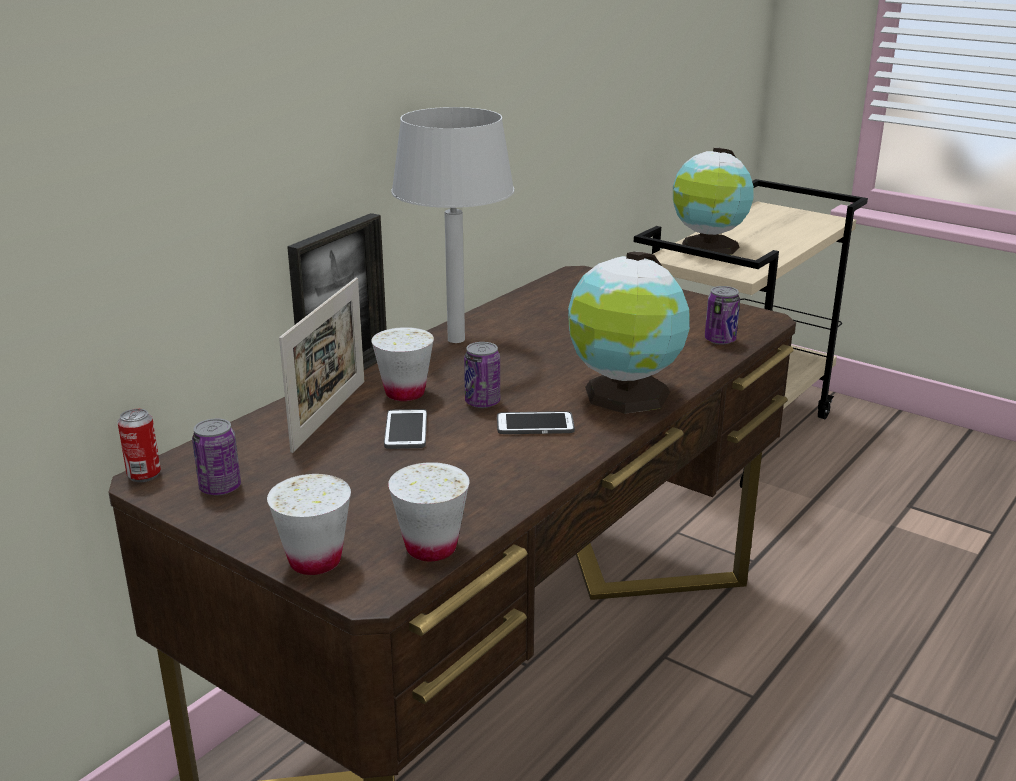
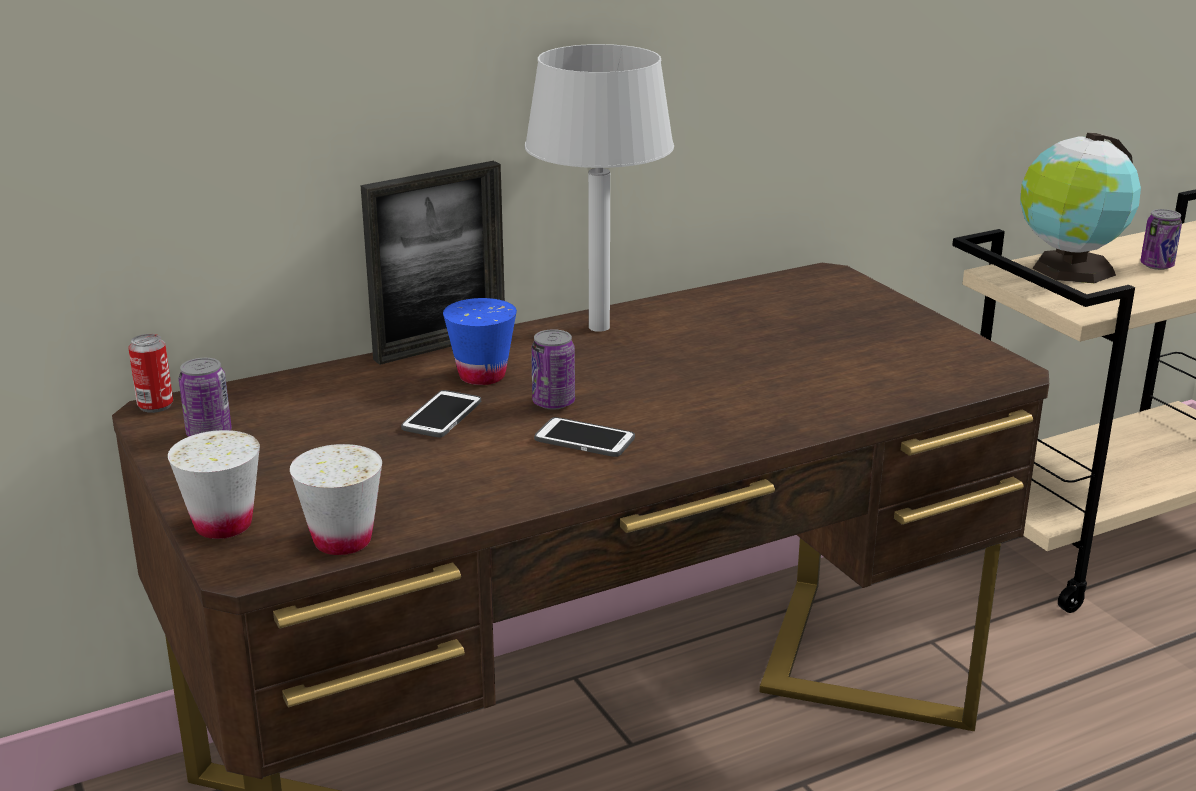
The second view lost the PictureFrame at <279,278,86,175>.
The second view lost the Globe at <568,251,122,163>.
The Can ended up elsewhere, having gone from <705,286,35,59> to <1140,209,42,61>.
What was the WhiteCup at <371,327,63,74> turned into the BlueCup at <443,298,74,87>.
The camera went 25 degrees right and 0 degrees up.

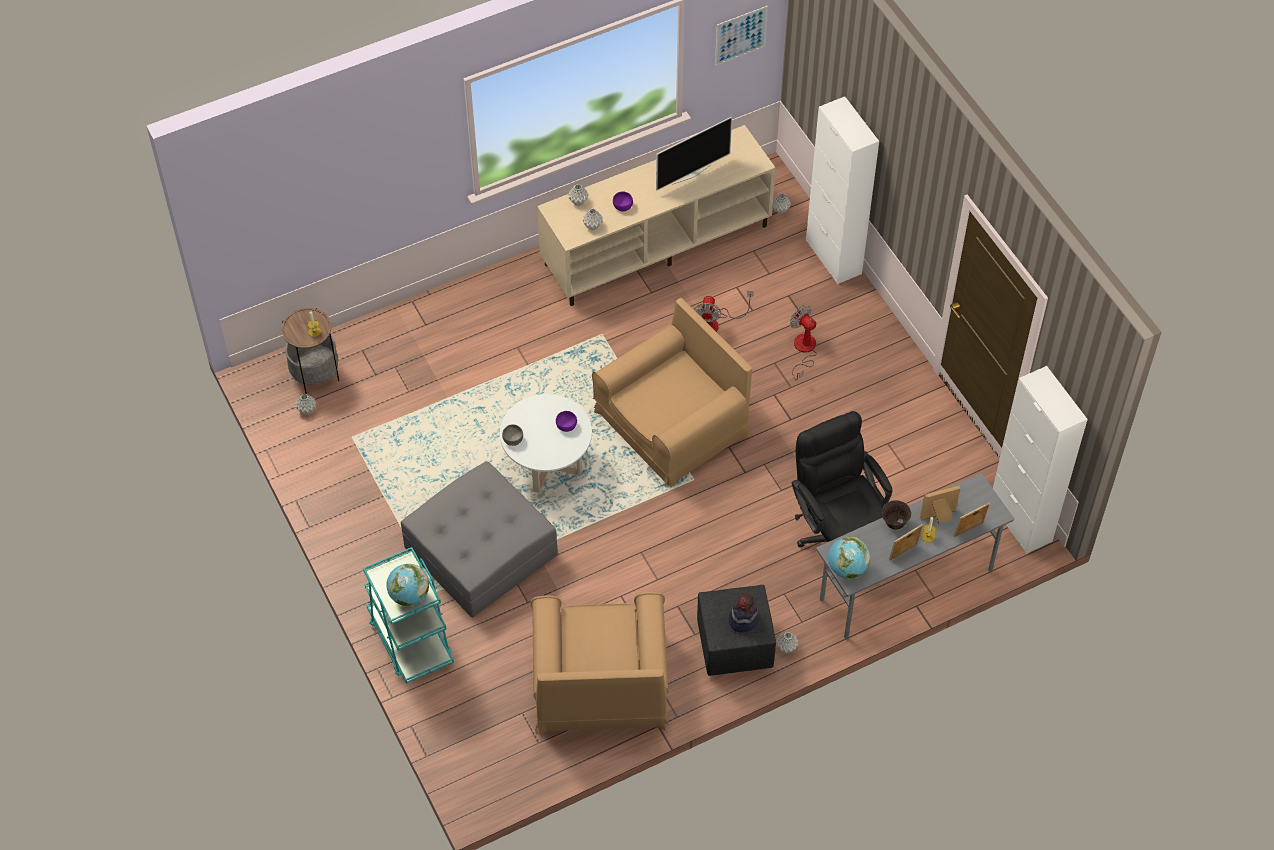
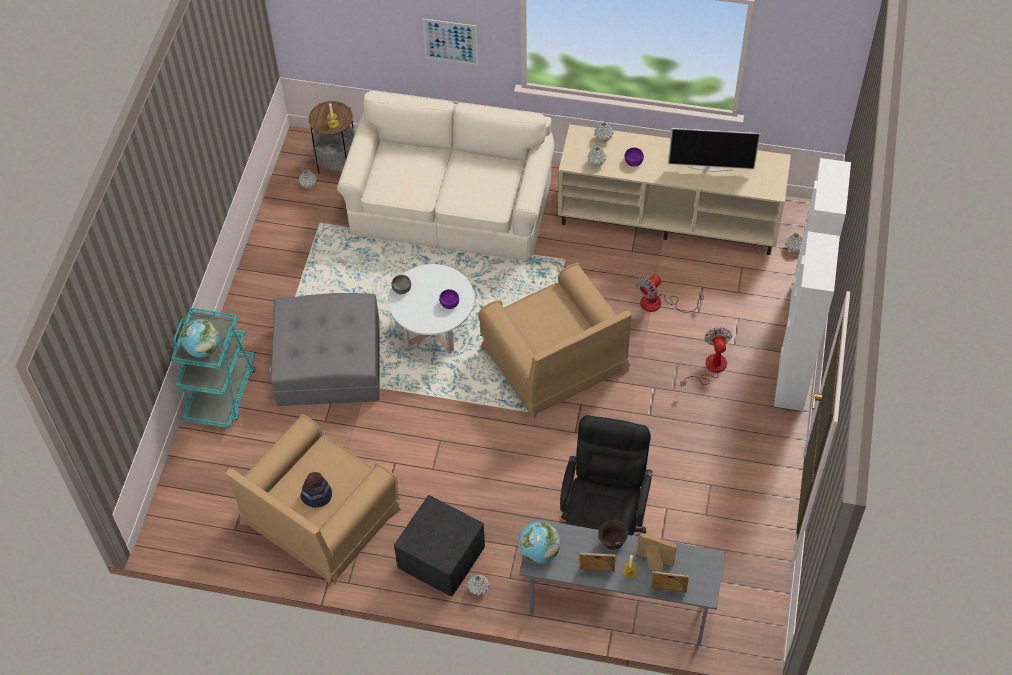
The second view gained the BeigeSofa at <337,91,217,170>.
The Picture ended up elsewhere, having gone from <715,6,53,60> to <422,19,56,46>.
The Hat ended up elsewhere, having gone from <729,593,30,39> to <300,472,32,36>.
The WhiteCabinet ended up elsewhere, having gone from <993,366,95,188> to <774,231,66,180>.
The BrownArmchair at <592,298,160,189> ended up facing another way, 60 degrees clockwise from before.
The camera went 40 degrees right and 0 degrees up.

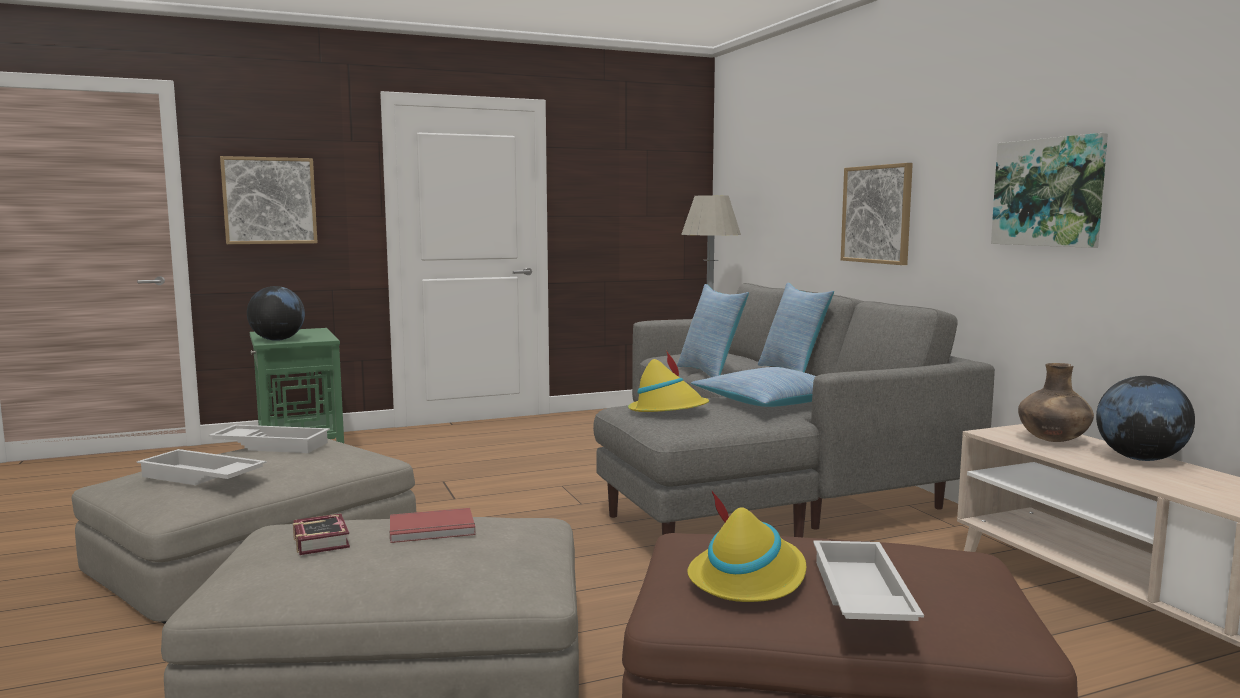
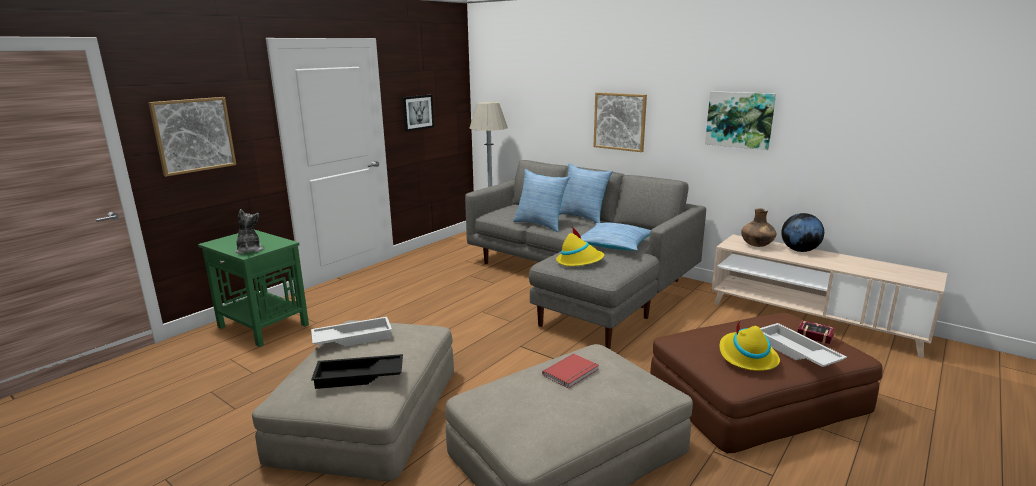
The second view gained the Picture at <402,95,32,37>.
The Book ended up elsewhere, having gone from <293,513,57,42> to <797,320,38,24>.
Where the Globe stood at <247,286,58,55>, the PlushToy came to stand at <235,209,29,45>.
What was the WhiteTray at <137,449,130,36> turned into the BlackTray at <311,354,92,35>.
The camera went 30 degrees left and 10 degrees up.

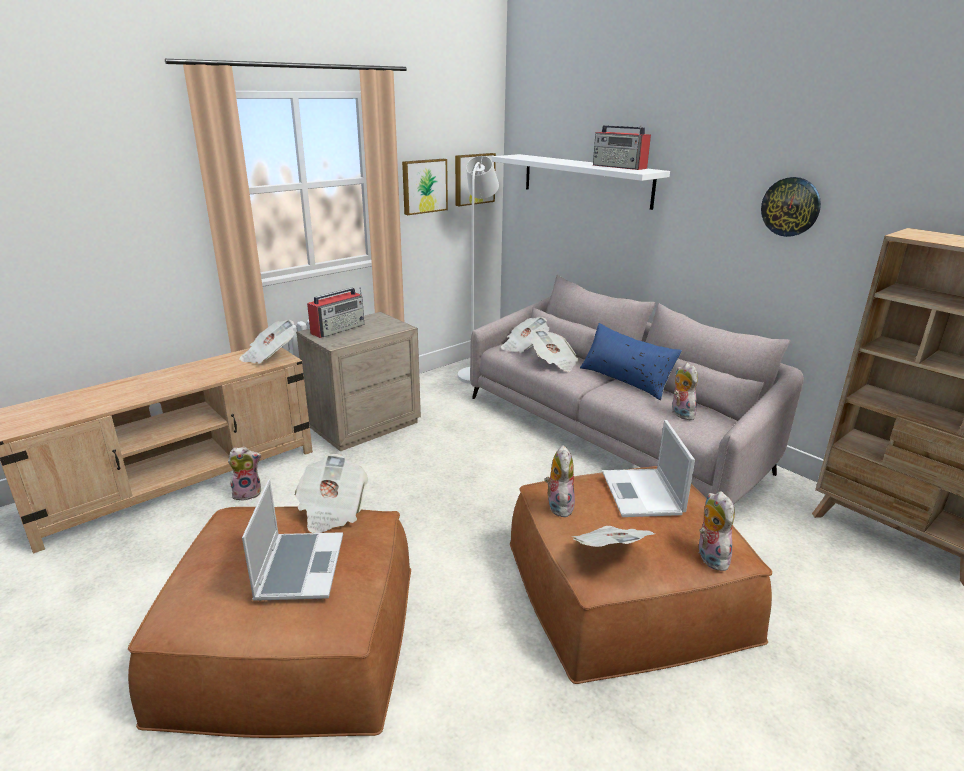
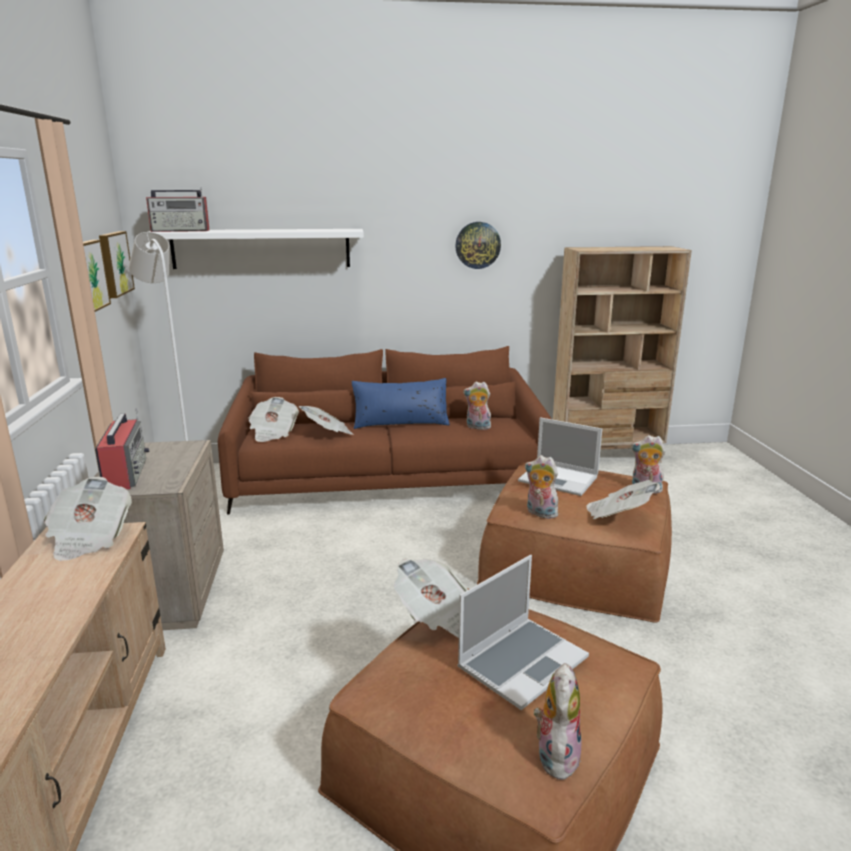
The PlushToy ended up elsewhere, having gone from <228,447,33,53> to <534,663,47,120>.
The Radio ended up elsewhere, having gone from <593,125,58,45> to <146,187,64,45>.
What was the GreySofa at <470,275,334,230> turned into the BrownSofa at <218,346,334,168>.
The Laptop at <242,479,101,122> ended up facing another way, 105 degrees clockwise from before.
The camera went 55 degrees left and 5 degrees down.

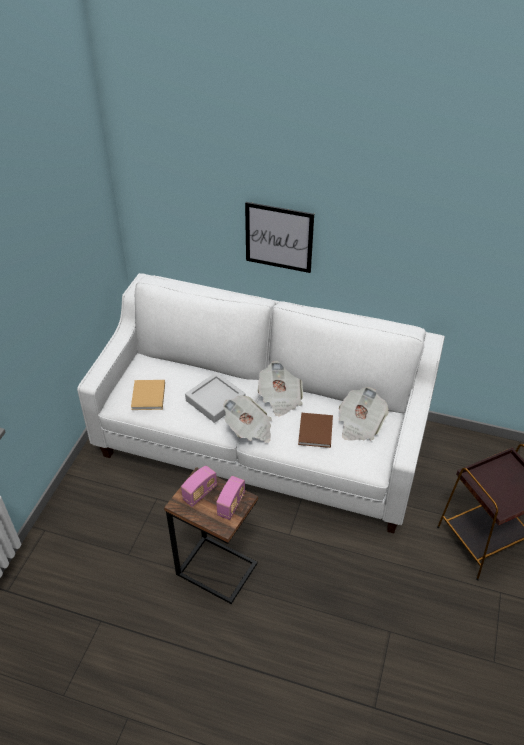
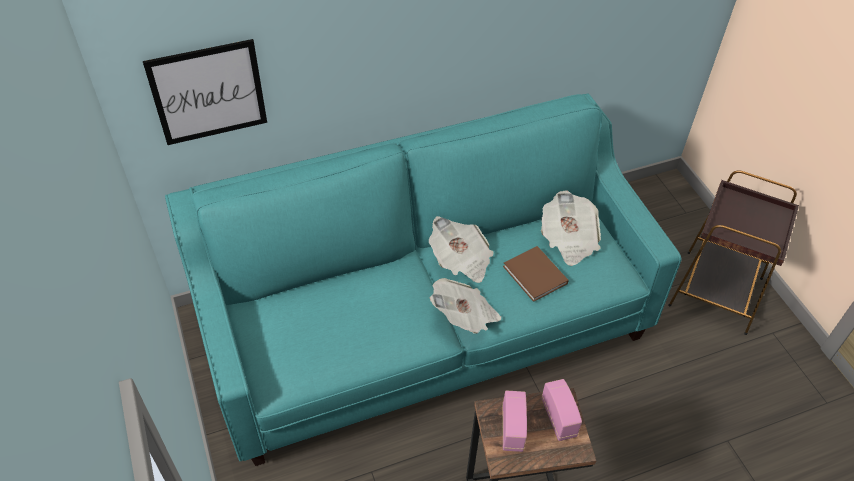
The second view lost the BeigeBook at <131,380,34,30>.
The second view lost the GreyTray at <185,372,61,51>.
The Picture ended up elsewhere, having gone from <245,202,69,71> to <143,39,124,106>.
What was the WhiteSofa at <77,273,368,260> turned into the TurquoiseSofa at <165,93,517,373>.
The camera went 40 degrees left and 5 degrees up.

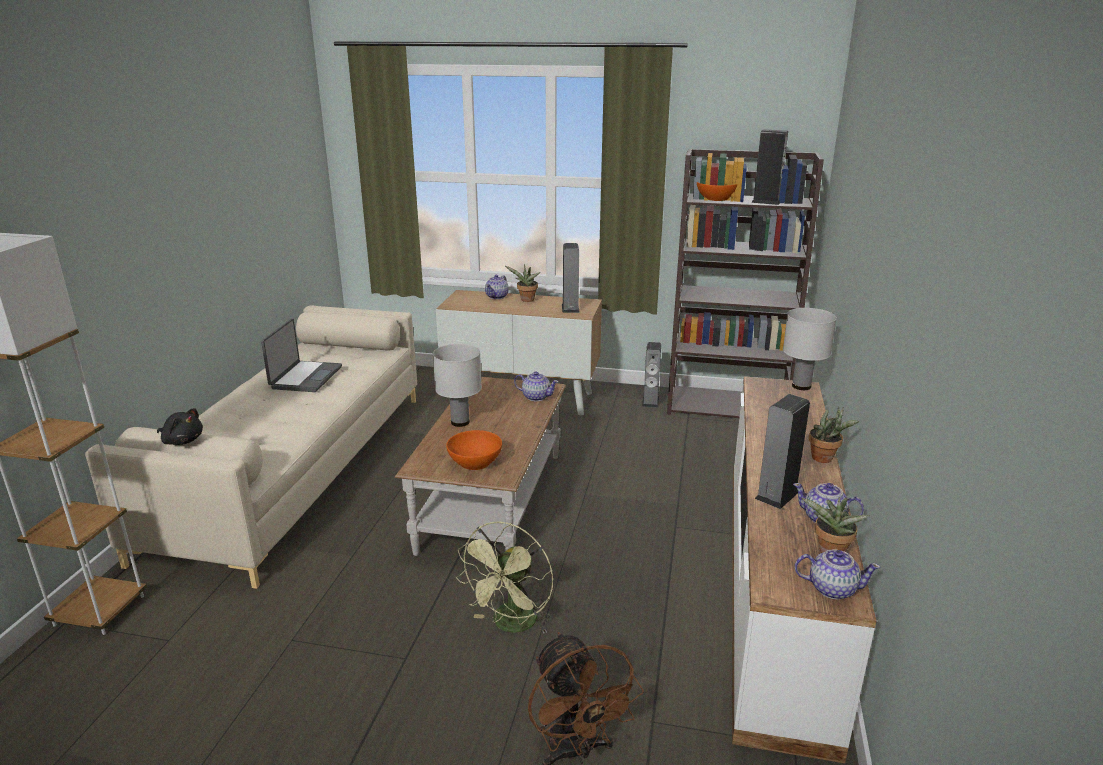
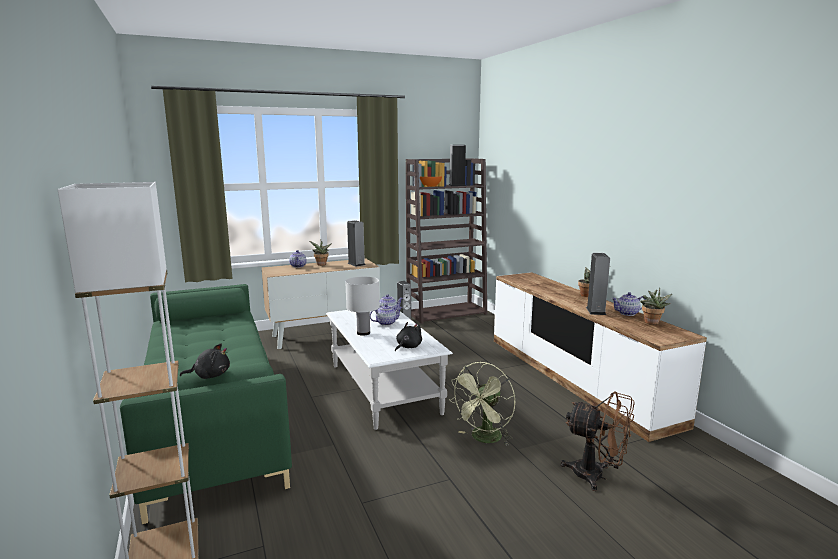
The second view lost the Laptop at <261,319,81,73>.
The second view lost the WhiteTableLamp at <783,308,54,82>.
The Teapot ended up elsewhere, having gone from <794,549,87,51> to <370,304,32,22>.
Where the OrangeBowl stood at <446,430,56,40>, the BlackPlushToy came to stand at <395,322,27,30>.
What was the BeigeSofa at <85,305,333,284> turned into the GreenSofa at <120,284,172,240>.
What was the BrownCoffeeTable at <395,377,171,179> turned into the WhiteCoffeeTable at <326,310,127,120>.
The GreenFan at <456,522,97,111> ended up facing another way, 45 degrees clockwise from before.
The camera went 35 degrees left and 10 degrees down.

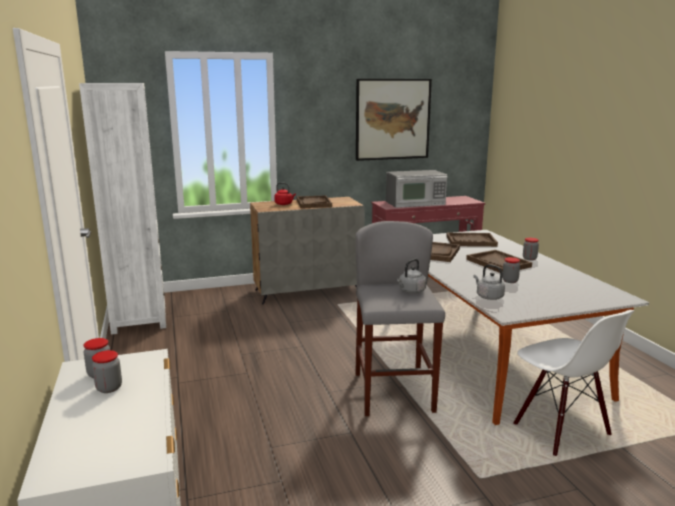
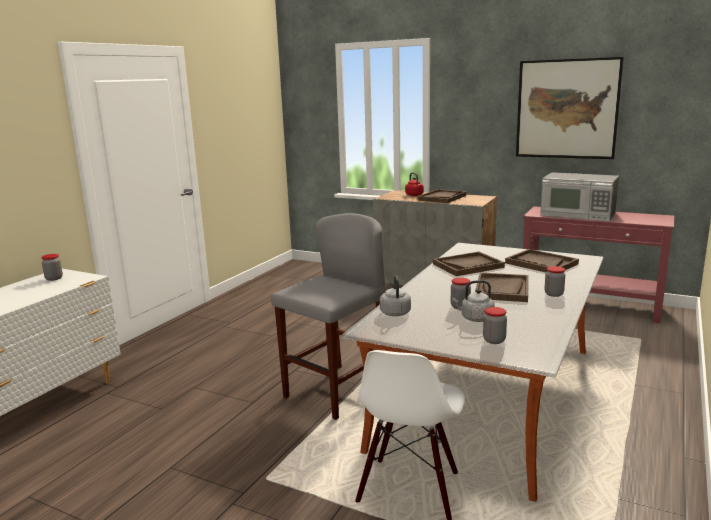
The second view lost the WhiteBookcase at <79,83,87,252>.
The Jar ended up elsewhere, having gone from <92,350,30,43> to <483,307,24,37>.
The GreyKettle ended up elsewhere, having gone from <397,259,29,35> to <452,280,43,42>.
The camera went 45 degrees right and 0 degrees up.

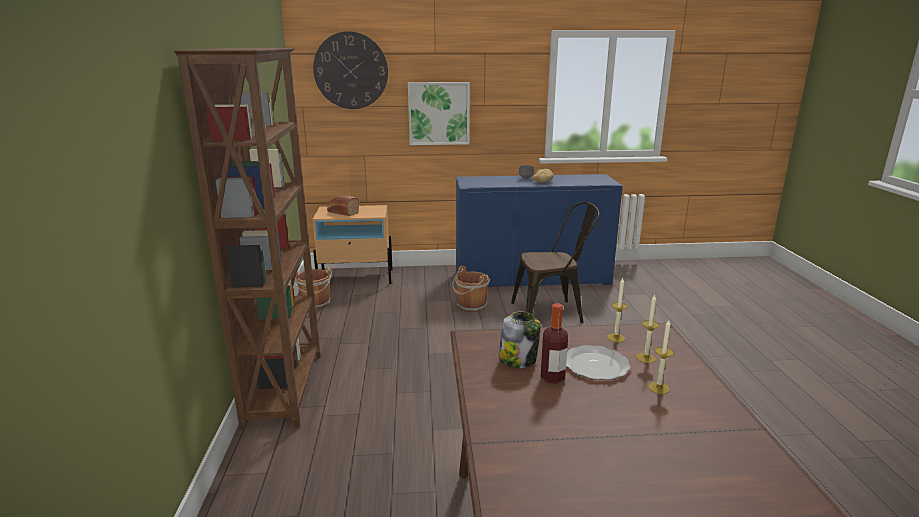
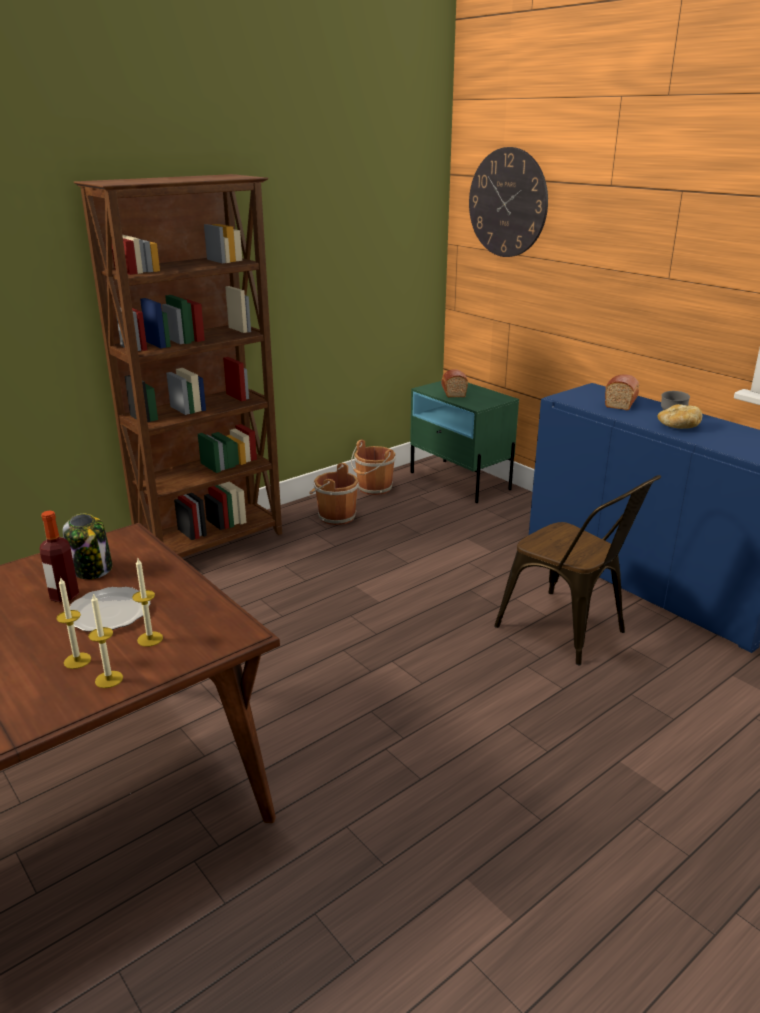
The second view lost the Picture at <408,82,62,63>.
The second view gained the Bread at <605,374,34,36>.
The BrownBucket ended up elsewhere, having gone from <452,266,38,46> to <309,463,50,62>.
The Candle ended up elsewhere, having gone from <607,278,21,64> to <88,594,35,94>.
What was the BeigeNightstand at <313,205,80,79> turned into the GreenNightstand at <410,381,109,122>.
The camera went 55 degrees right and 5 degrees up.

